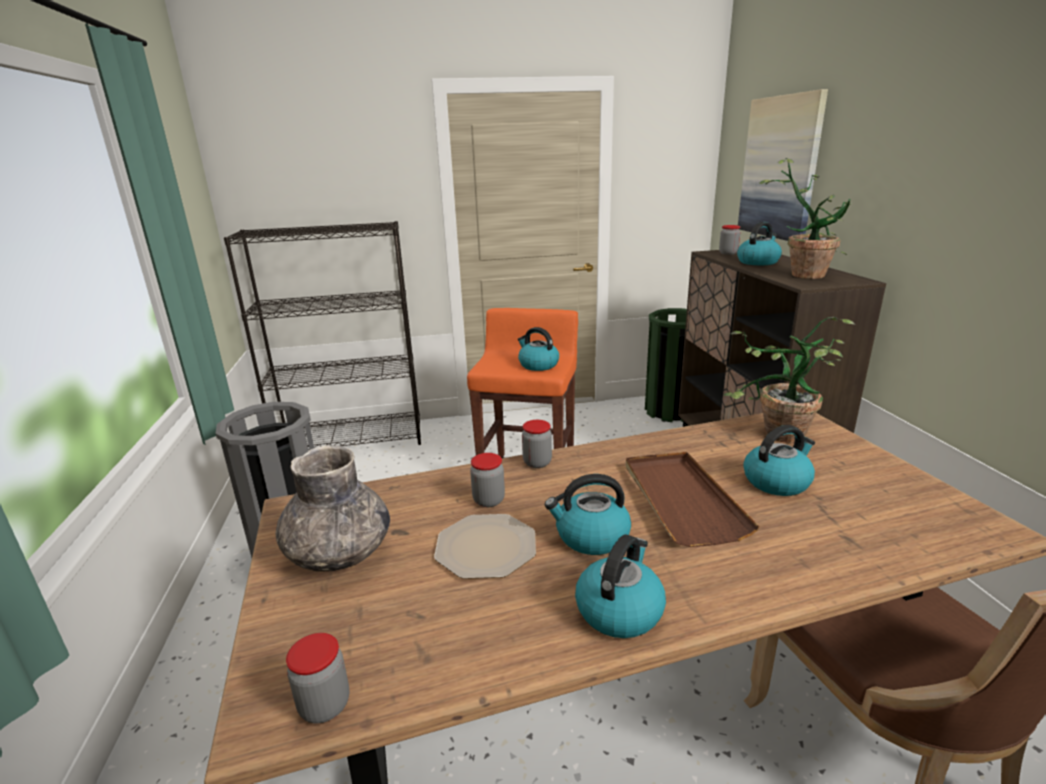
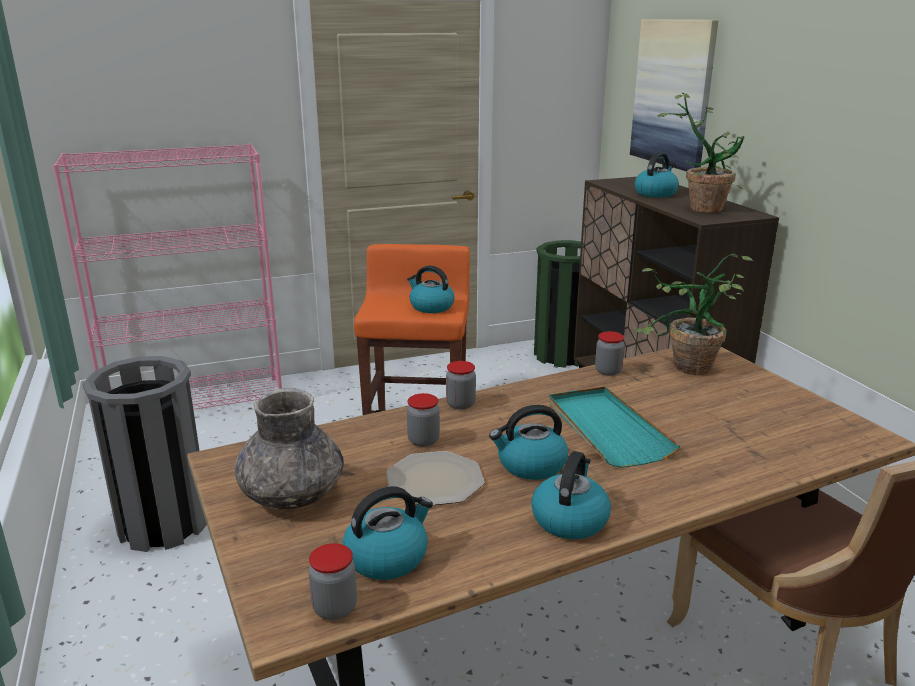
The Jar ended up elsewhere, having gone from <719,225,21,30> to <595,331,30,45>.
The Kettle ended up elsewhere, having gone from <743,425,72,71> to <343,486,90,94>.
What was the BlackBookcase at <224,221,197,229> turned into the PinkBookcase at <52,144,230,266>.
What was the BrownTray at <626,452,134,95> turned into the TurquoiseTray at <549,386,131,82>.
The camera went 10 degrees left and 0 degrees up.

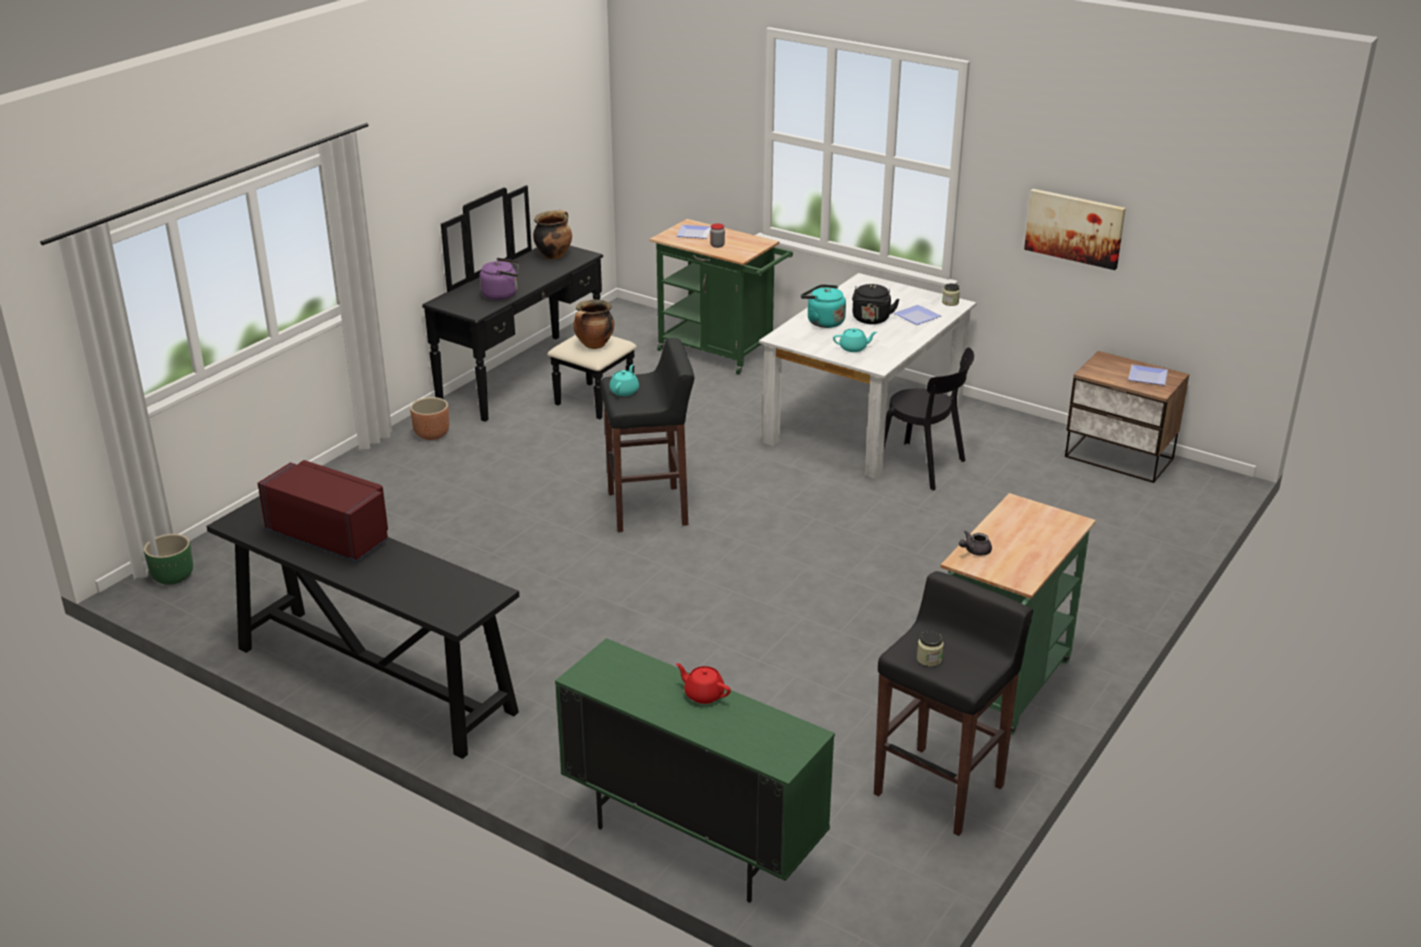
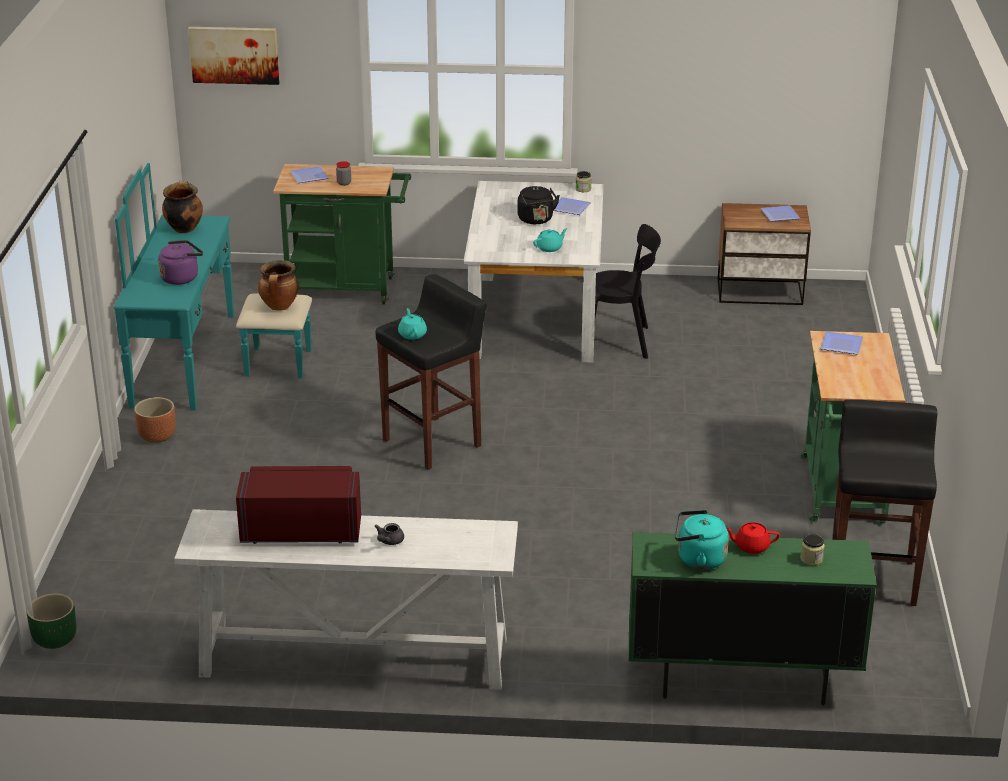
The second view gained the Plate at <820,331,43,24>.
The TurquoiseKettle ended up elsewhere, having gone from <801,284,45,44> to <675,510,54,60>.
The Jar ended up elsewhere, having gone from <917,631,27,35> to <800,534,25,31>.
The GreyTeapot ended up elsewhere, having gone from <959,530,33,26> to <374,523,30,22>.
The Picture ended up elsewhere, having gone from <1024,189,102,81> to <188,27,92,58>.
What was the BlackConsoleTable at <207,496,313,263> turned into the WhiteConsoleTable at <174,509,344,181>.
What was the BlackDresser at <422,185,215,237> turned into the TurquoiseDresser at <114,163,198,248>.
The camera went 30 degrees left and 0 degrees up.

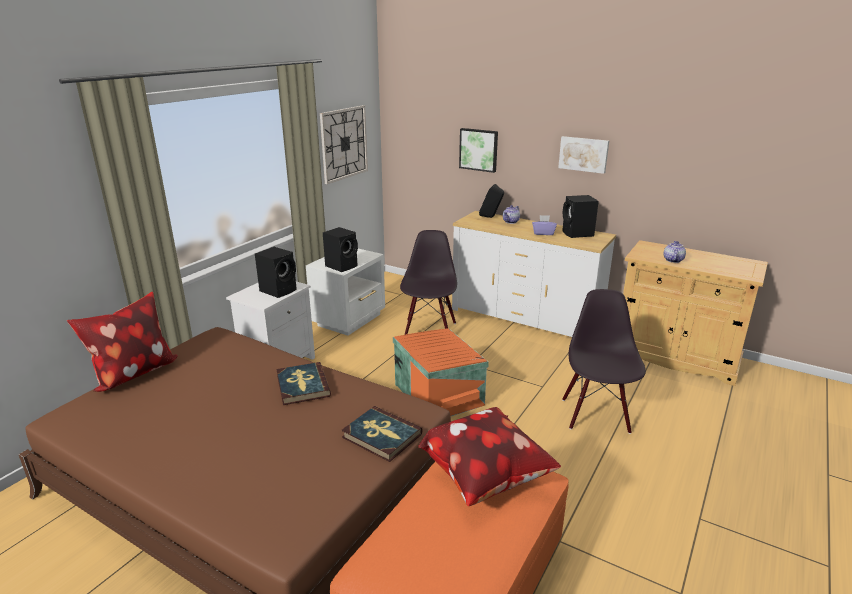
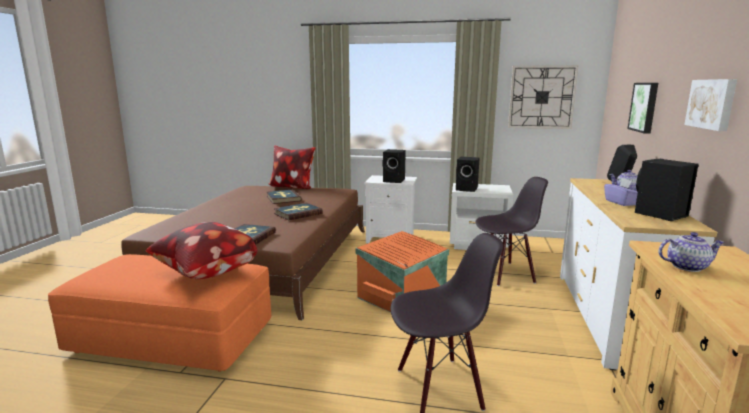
The second view gained the Book at <267,189,35,15>.
The camera went 70 degrees right and 10 degrees down.

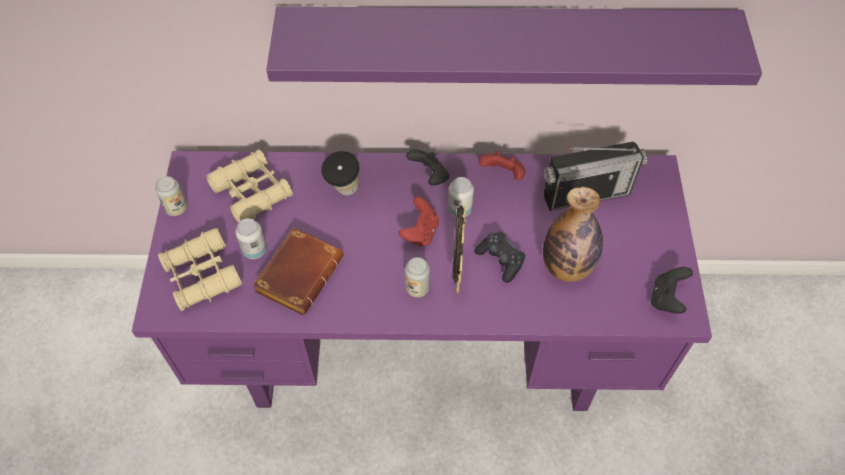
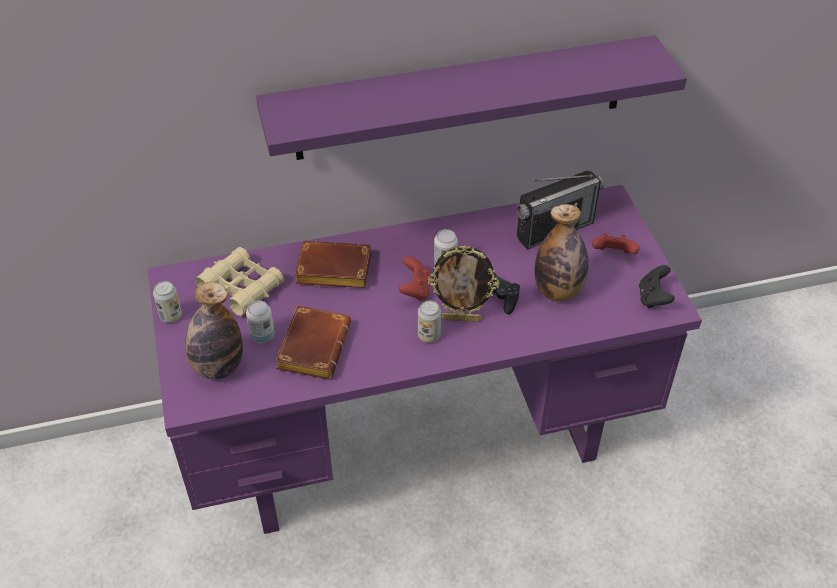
The second view lost the BlackGameController at <406,149,43,37>.
The RedGameController ended up elsewhere, having gone from <479,151,47,29> to <592,233,48,21>.
Where the BeigeBinoculars stood at <158,228,84,83>, the Bottle came to stand at <185,282,58,98>.
Where the Cup stood at <321,151,38,45>, the BrownBook came to stand at <295,241,76,47>.
The PictureFrame at <452,204,14,90> ended up facing another way, 105 degrees clockwise from before.
The camera went 15 degrees left and 10 degrees down.

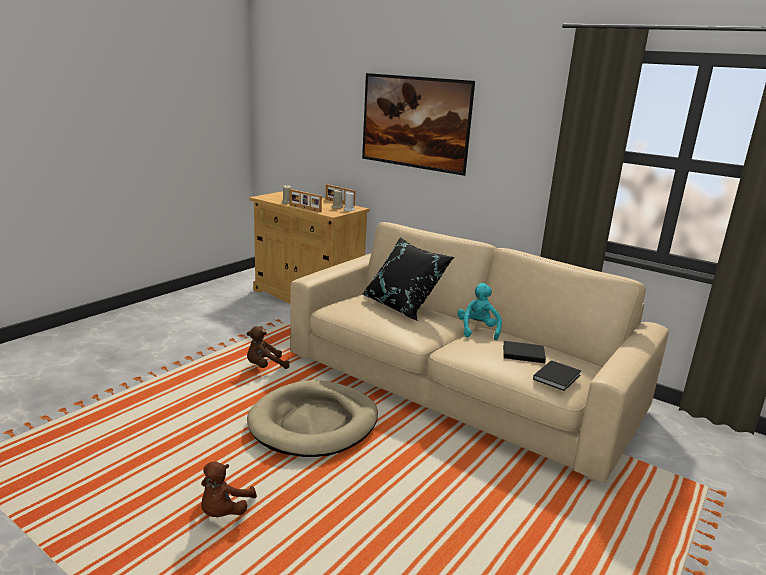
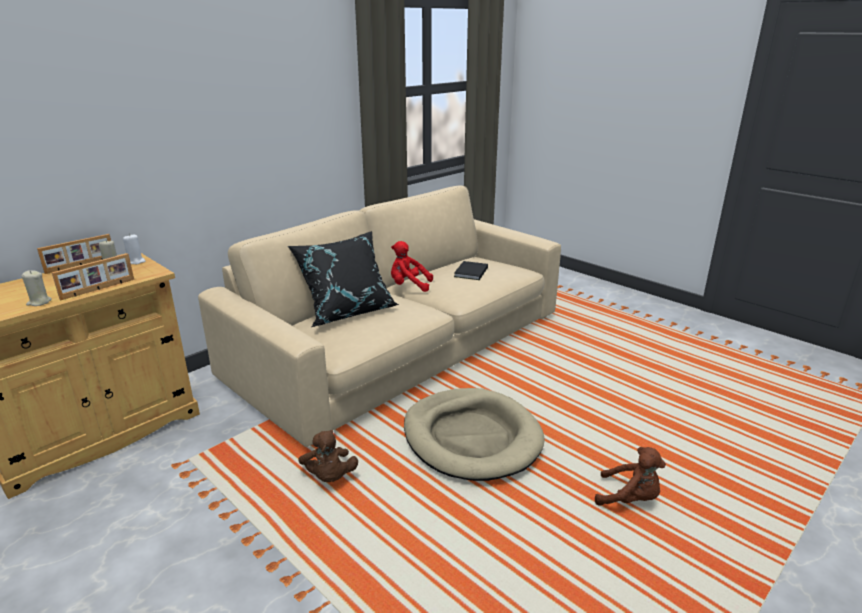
The second view lost the Picture at <362,73,113,103>.
The second view lost the BlackBook at <533,360,48,31>.
What was the TurquoisePlushToy at <457,283,45,57> turned into the RedPlushToy at <391,241,42,51>.
The camera went 80 degrees left and 5 degrees up.

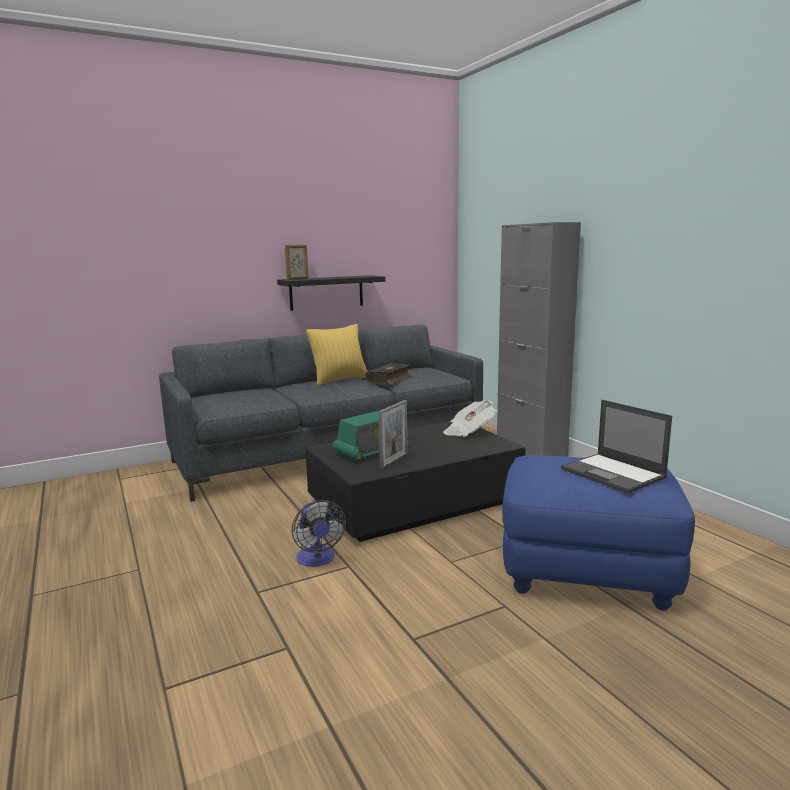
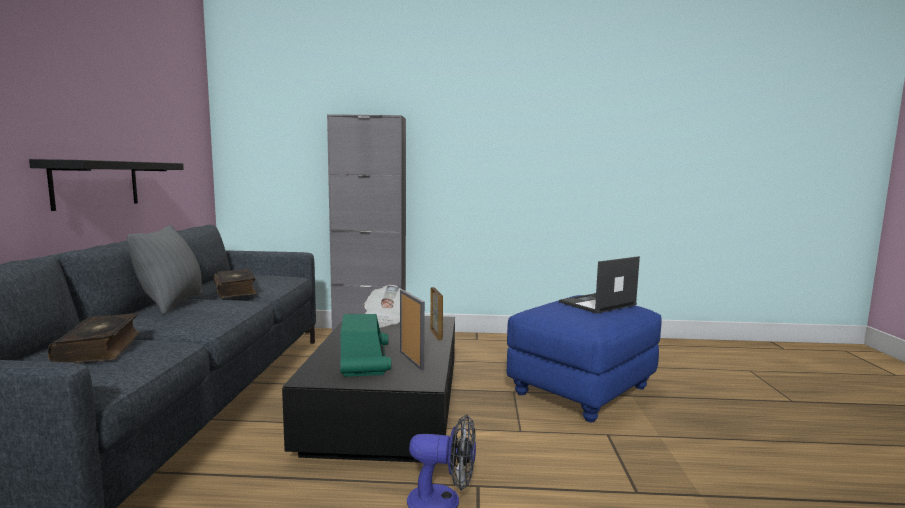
The second view gained the Book at <47,313,93,51>.
The PictureFrame ended up elsewhere, having gone from <285,245,23,34> to <430,287,13,53>.
What was the YellowPillow at <306,324,62,62> turned into the GreyPillow at <127,225,76,90>.
The Laptop at <561,400,111,93> ended up facing another way, 150 degrees clockwise from before.
The camera went 60 degrees left and 5 degrees down.

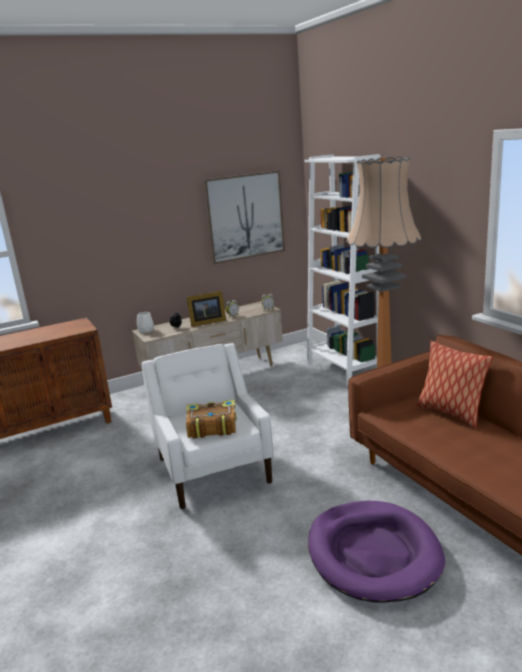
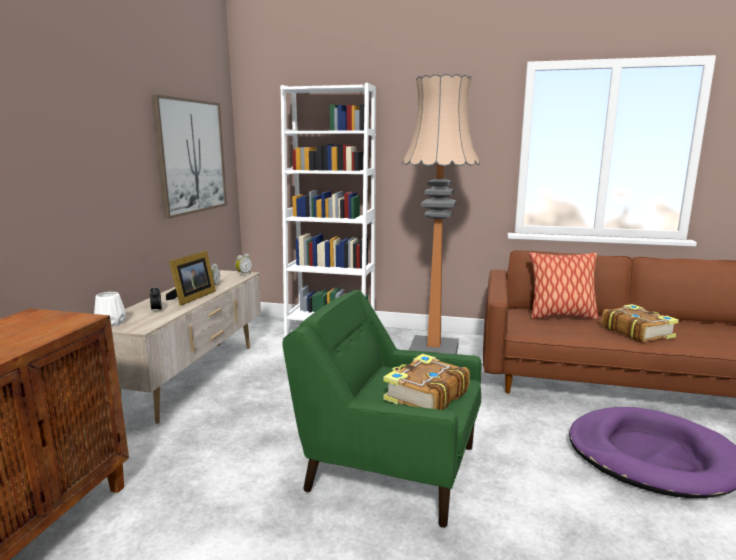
The second view gained the Book at <602,304,77,38>.
What was the WhiteArmchair at <142,343,132,166> turned into the GreenArmchair at <282,290,199,238>.
The camera went 50 degrees left and 5 degrees down.

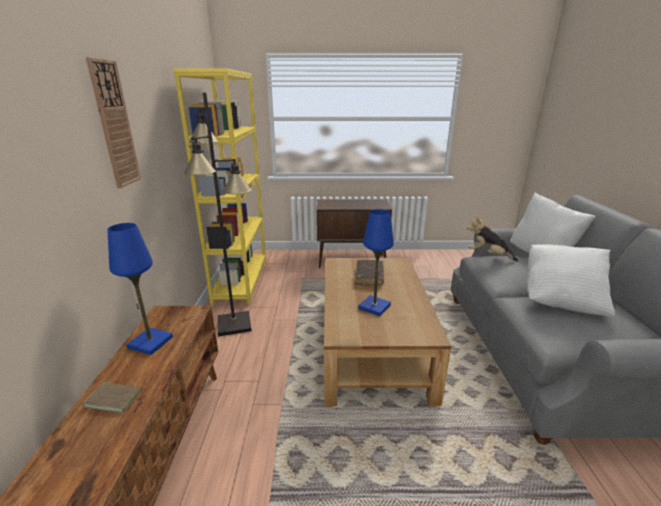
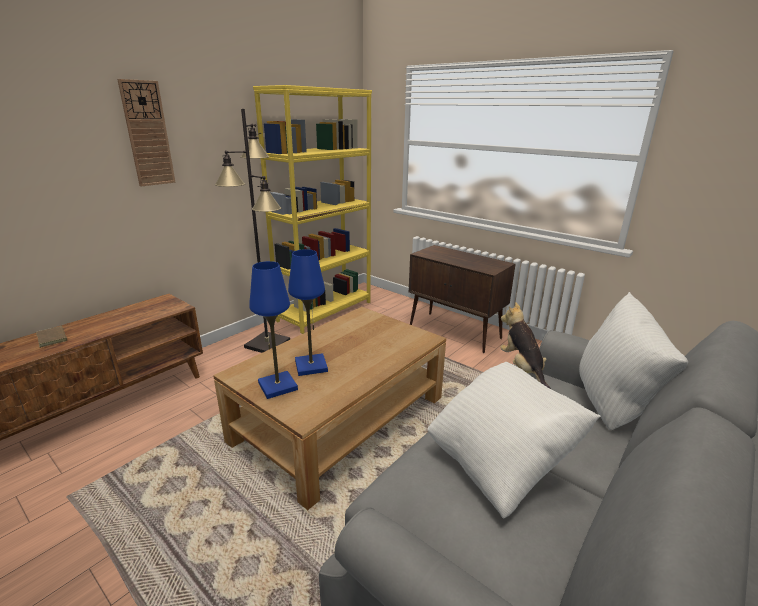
The second view lost the BrownBook at <355,260,29,26>.
The BlueTableLamp ended up elsewhere, having gone from <107,223,66,132> to <249,261,49,138>.
The camera went 40 degrees right and 0 degrees up.

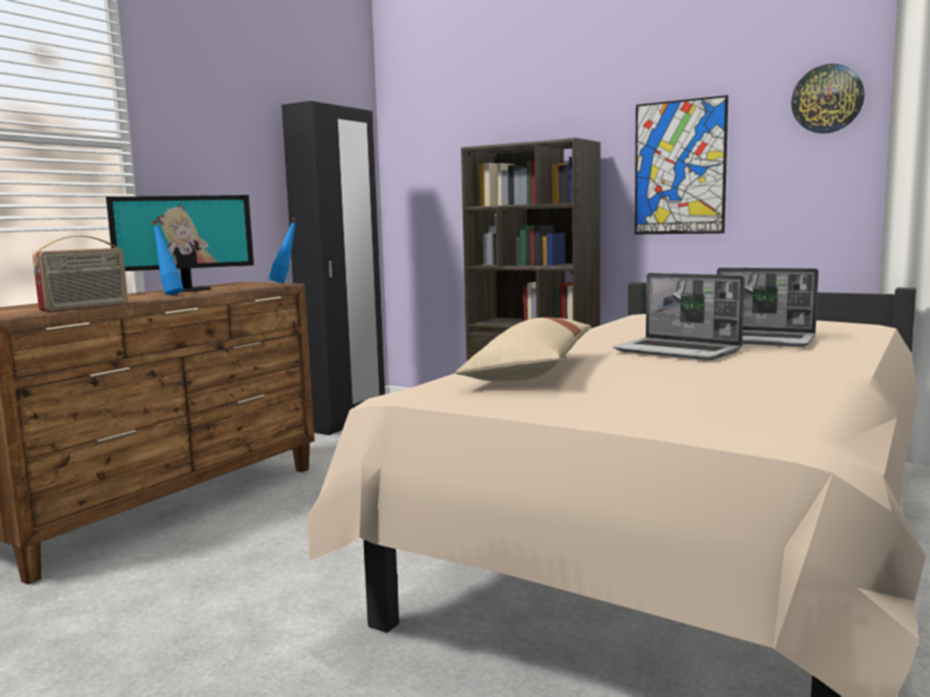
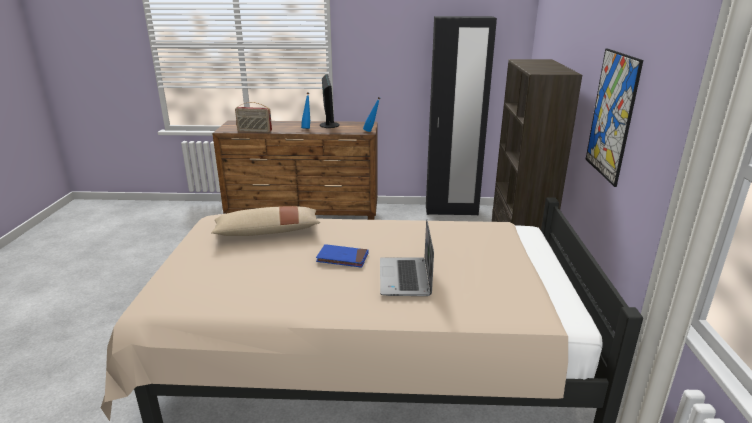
The second view lost the WallClock at <791,64,74,70>.
Where the Laptop stood at <613,273,132,87>, the BlueBook came to stand at <316,244,53,24>.
The Monitor at <106,195,148,97> ended up facing another way, 135 degrees counterclockwise from before.
The camera went 60 degrees right and 15 degrees up.

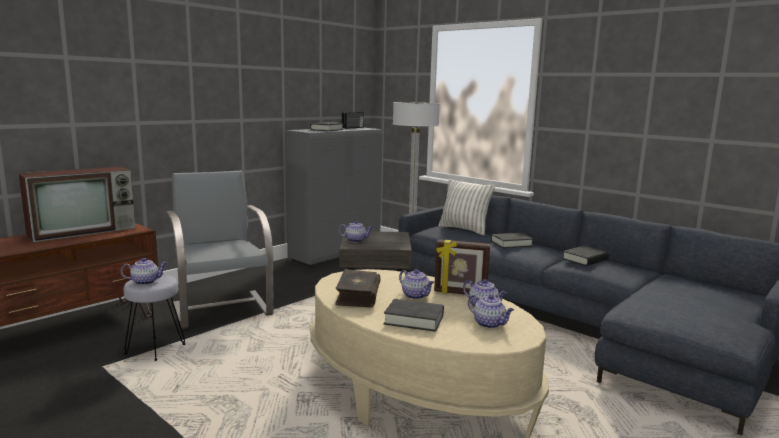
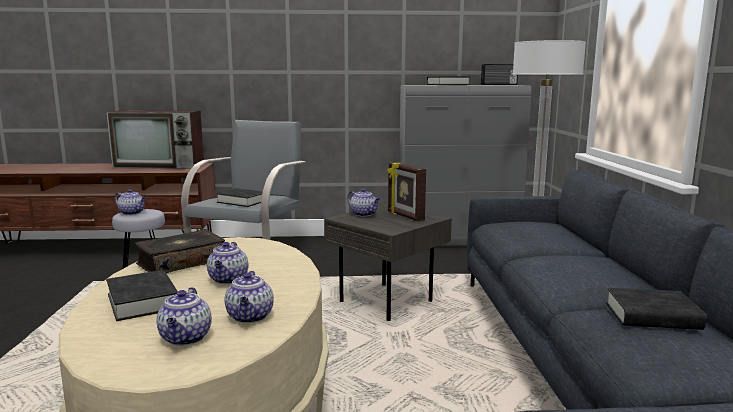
The second view lost the Pillow at <439,179,56,56>.
The PictureFrame ended up elsewhere, having gone from <434,239,56,56> to <387,162,39,59>.
The BlackBook ended up elsewhere, having gone from <491,233,42,15> to <216,188,47,19>.
The camera went 45 degrees right and 0 degrees up.

